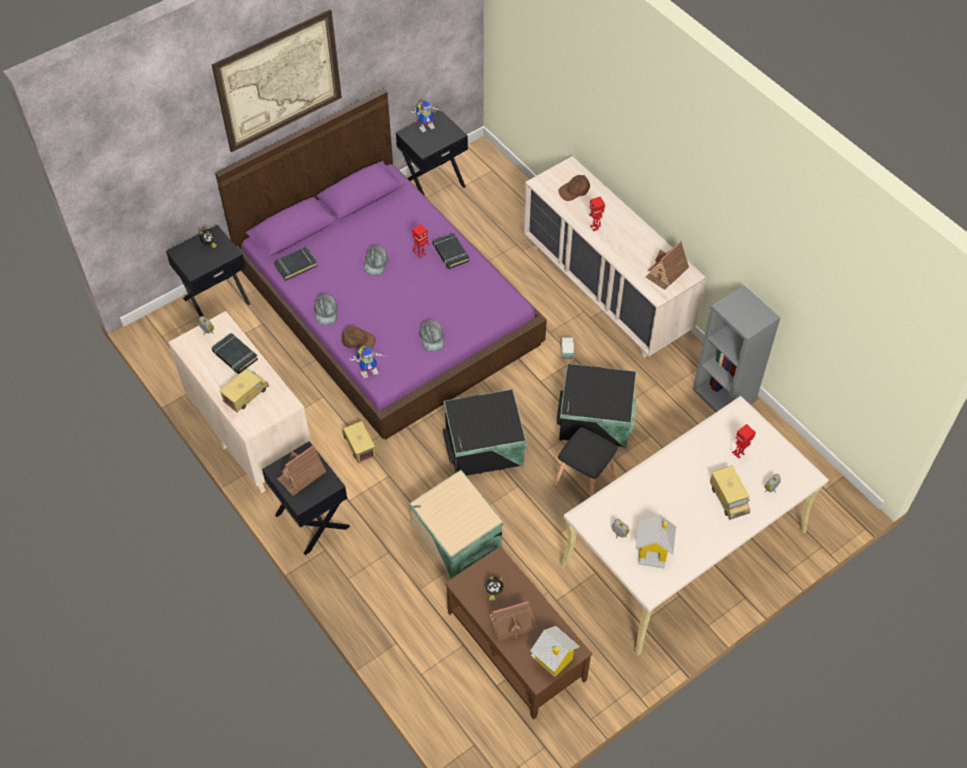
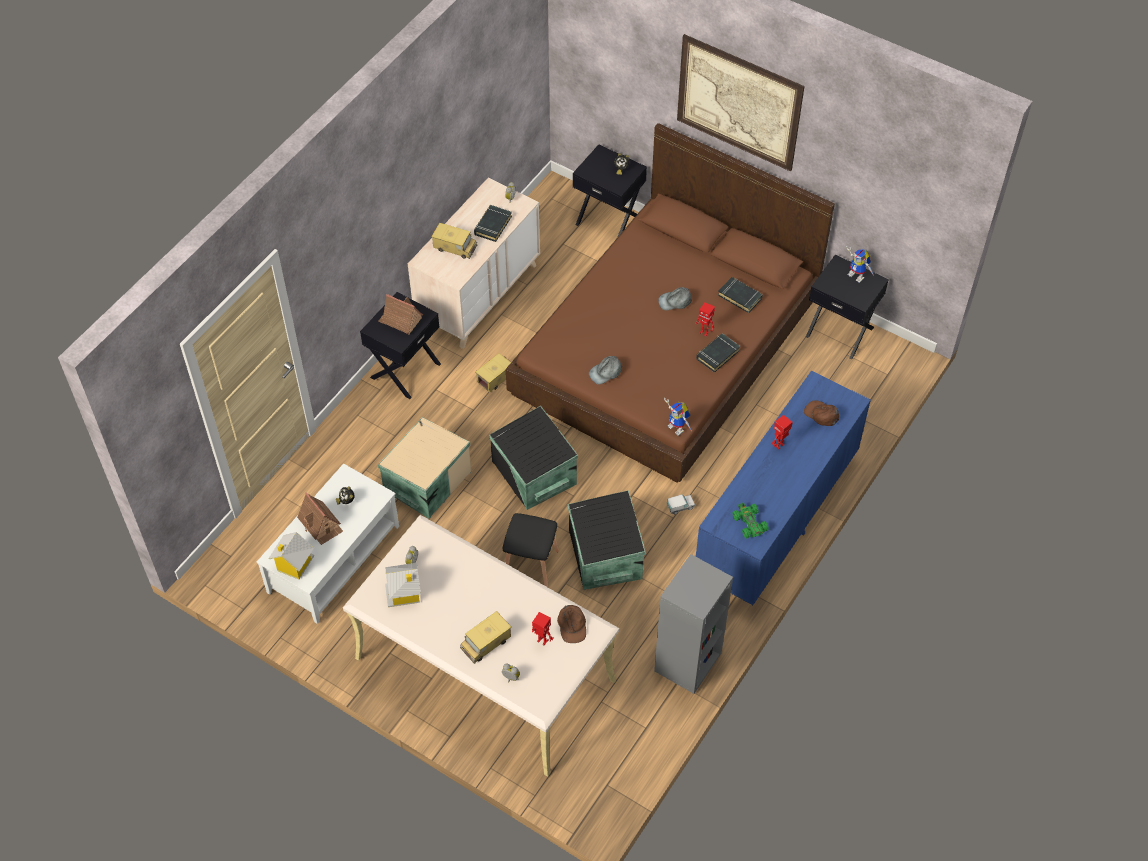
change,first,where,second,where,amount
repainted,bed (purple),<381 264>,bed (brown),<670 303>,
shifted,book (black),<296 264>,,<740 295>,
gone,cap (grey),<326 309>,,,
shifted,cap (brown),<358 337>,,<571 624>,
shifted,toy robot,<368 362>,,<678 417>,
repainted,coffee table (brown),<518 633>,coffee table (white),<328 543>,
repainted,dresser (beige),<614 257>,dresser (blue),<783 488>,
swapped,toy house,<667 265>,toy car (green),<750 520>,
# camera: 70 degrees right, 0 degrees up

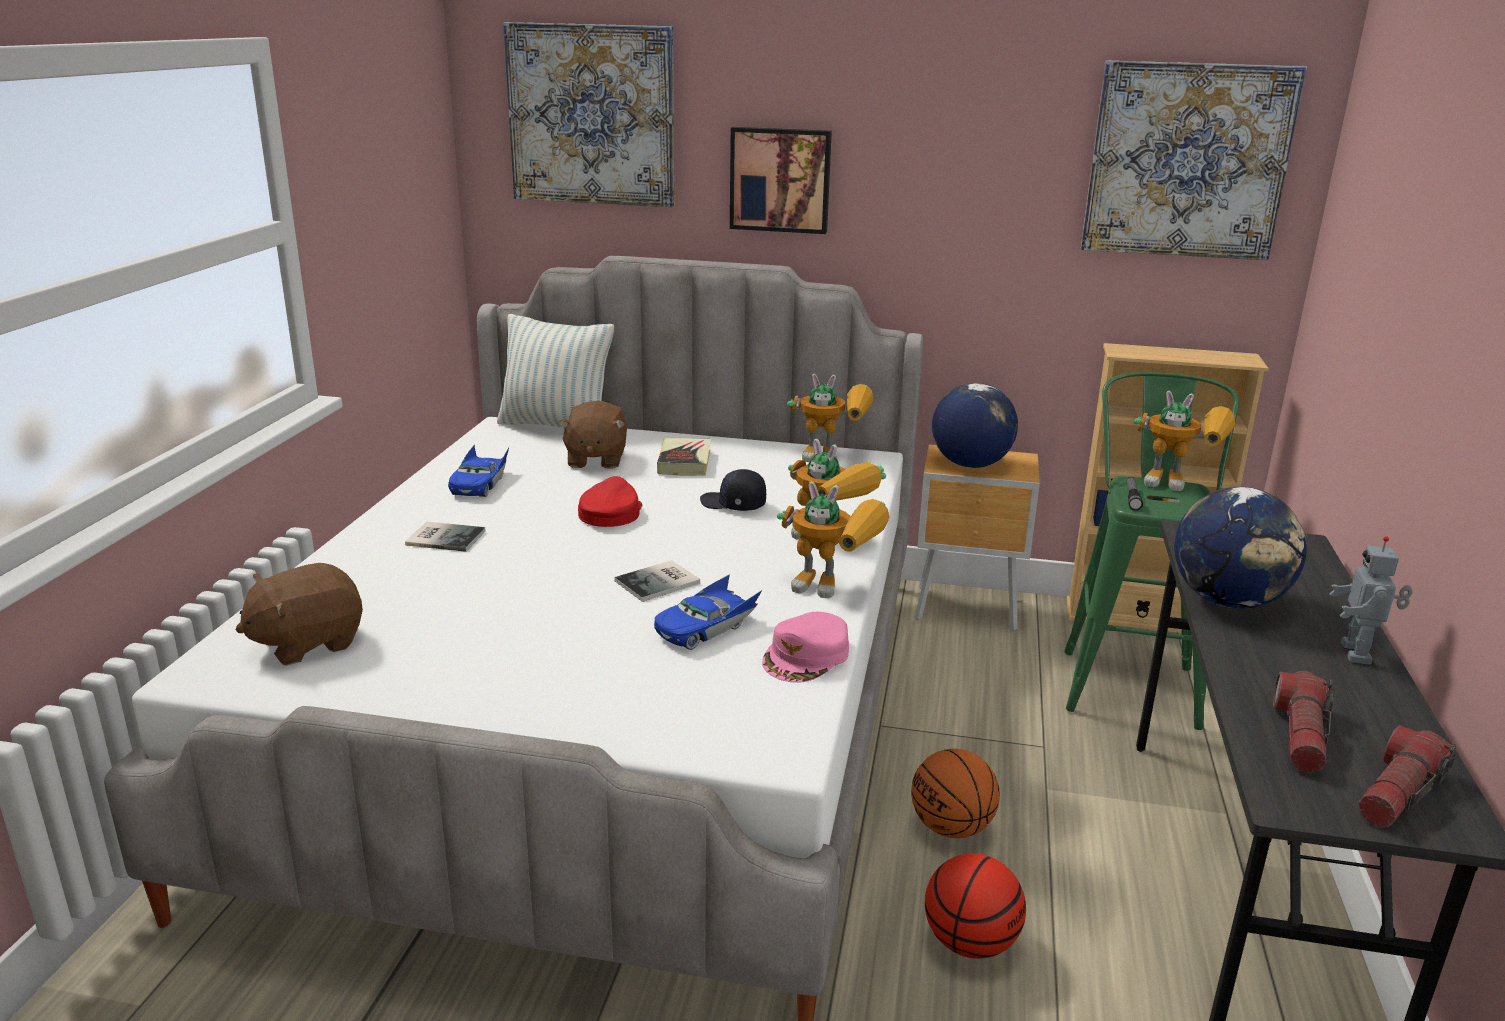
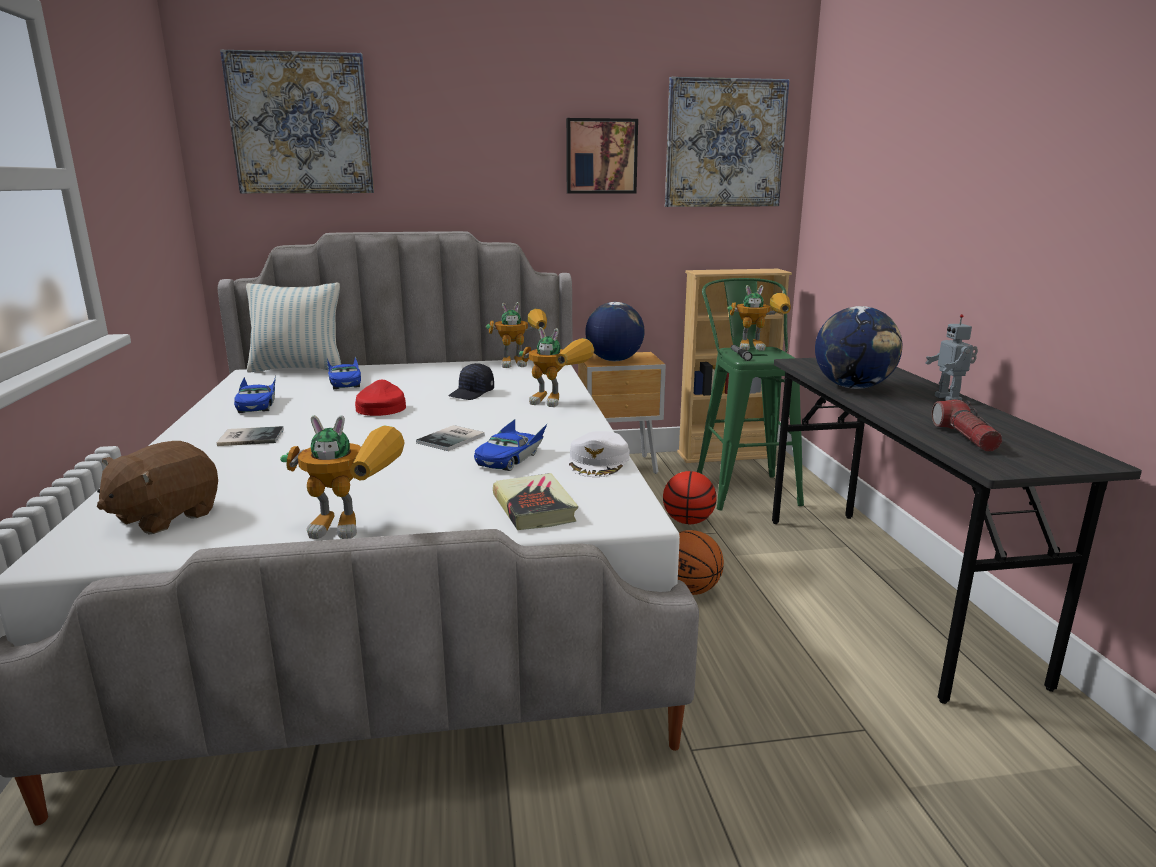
change,first,where,second,where,amount
swapped,plush toy (brown),<593 434>,toy car (blue),<344 373>,
shifted,book,<684 457>,,<535 501>,
rotated,cap (black),<733 490>,,<471 381>,60 degrees counterclockwise
shifted,picture,<781 180>,,<602 156>,
repainted,cap (pink),<805 647>,cap (white),<599 454>,
shifted,toy robot,<833 539>,,<342 477>,
shifted,basketball,<975 906>,,<690 497>,
gone,flashlight,<1407 776>,,,
# camera: 20 degrees left, 5 degrees down

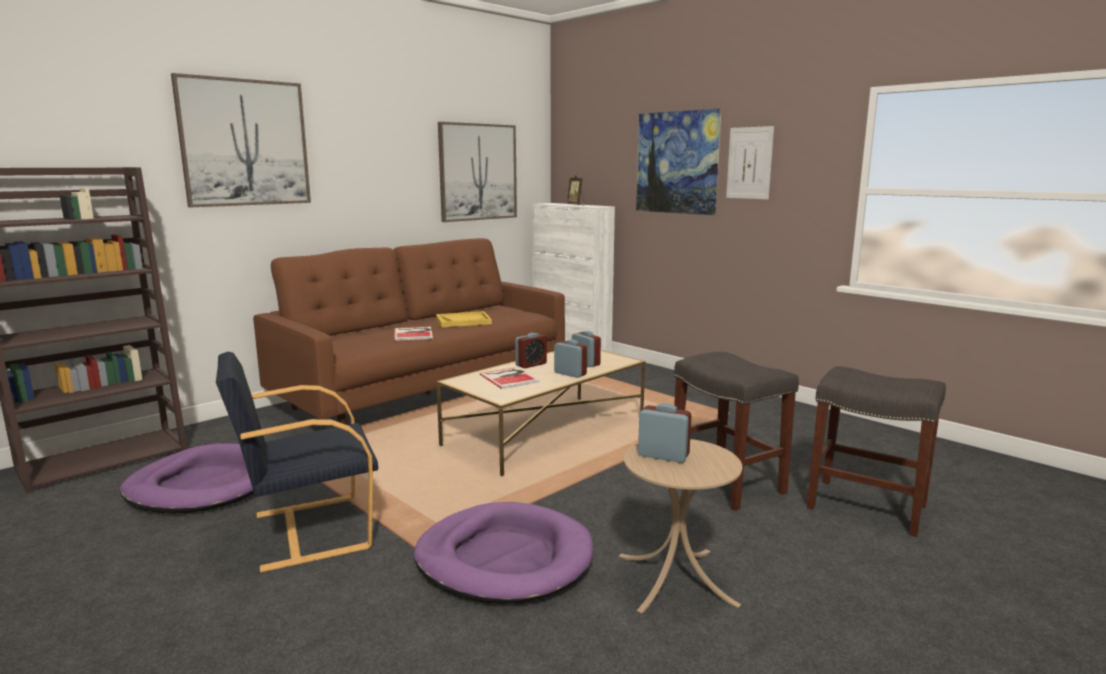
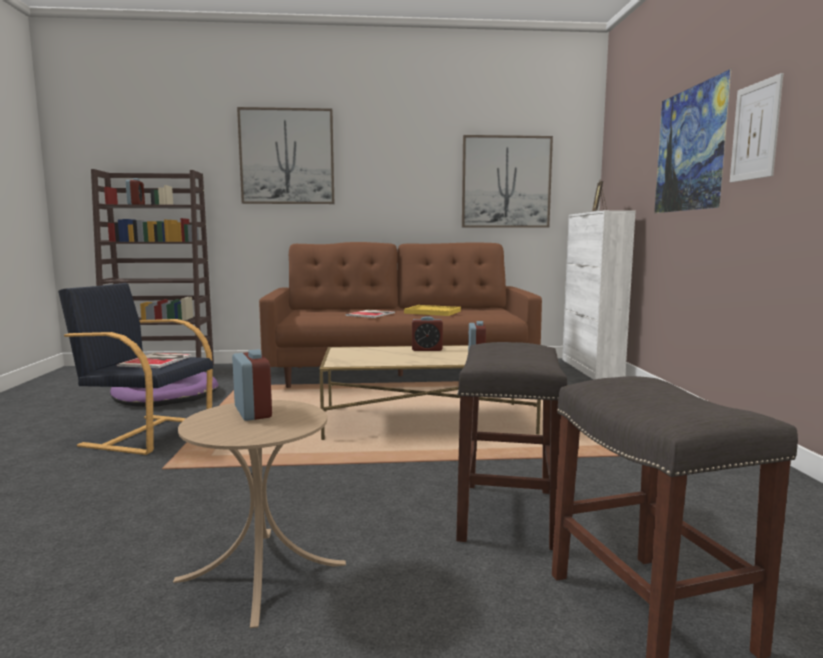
change,first,where,second,where,amount
gone,dog bed (purple),<504 553>,,,
shifted,book,<510 378>,,<154 360>,
shifted,alarm clock,<570 359>,,<135 191>,
# camera: 40 degrees right, 5 degrees down

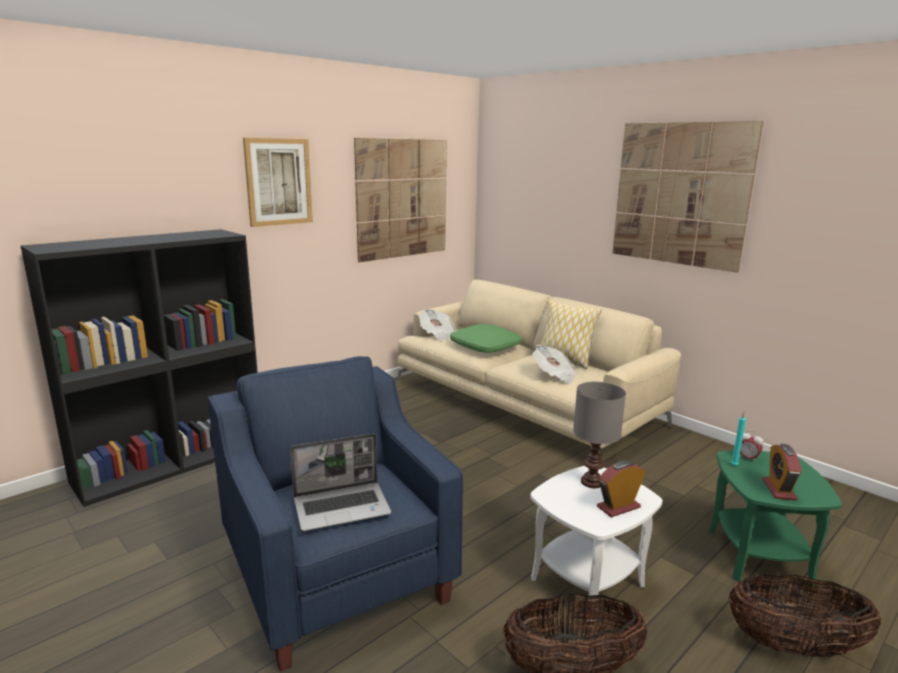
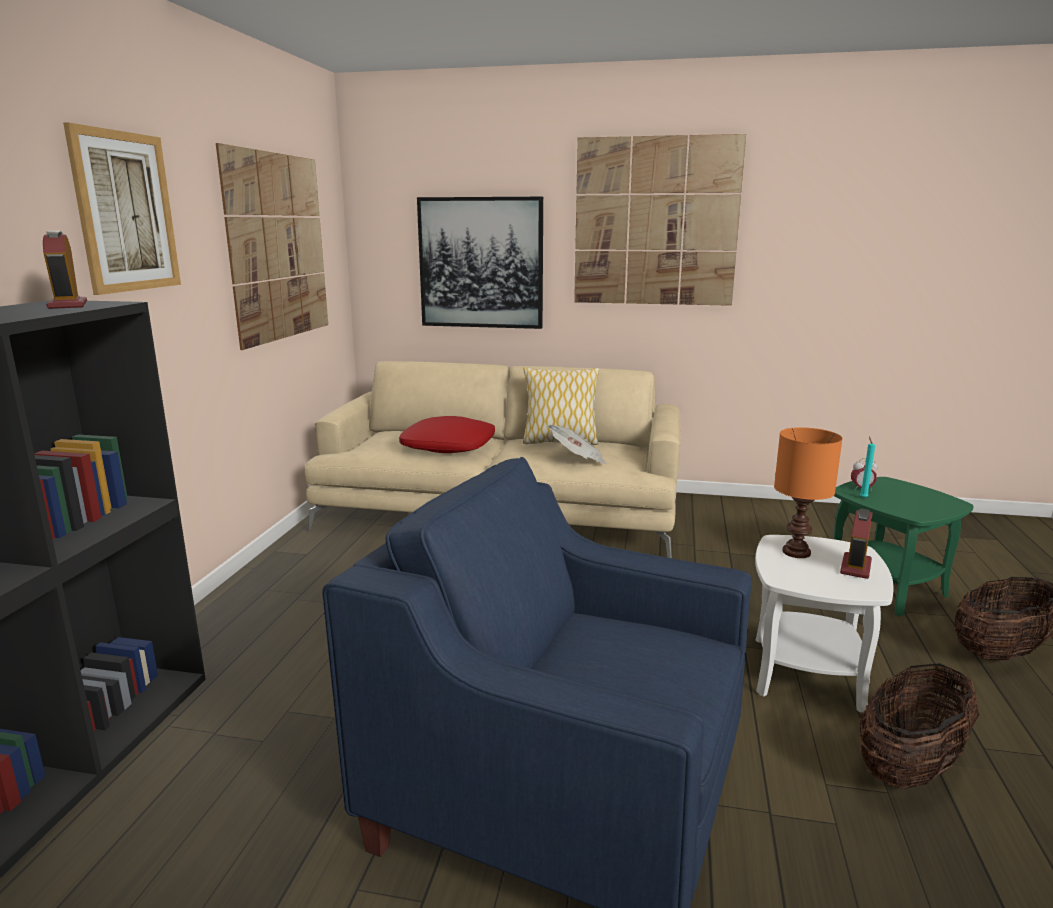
change,first,where,second,where,amount
gone,laptop,<340 482>,,,
gone,newspaper,<437 325>,,,
repainted,pillow (green),<486 338>,pillow (red),<447 434>,
repainted,table lamp (grey),<599 435>,table lamp (orange),<808 492>,
shifted,alarm clock,<781 472>,,<65 270>,
new,,,picture,<480 263>,
# camera: 35 degrees left, 0 degrees up

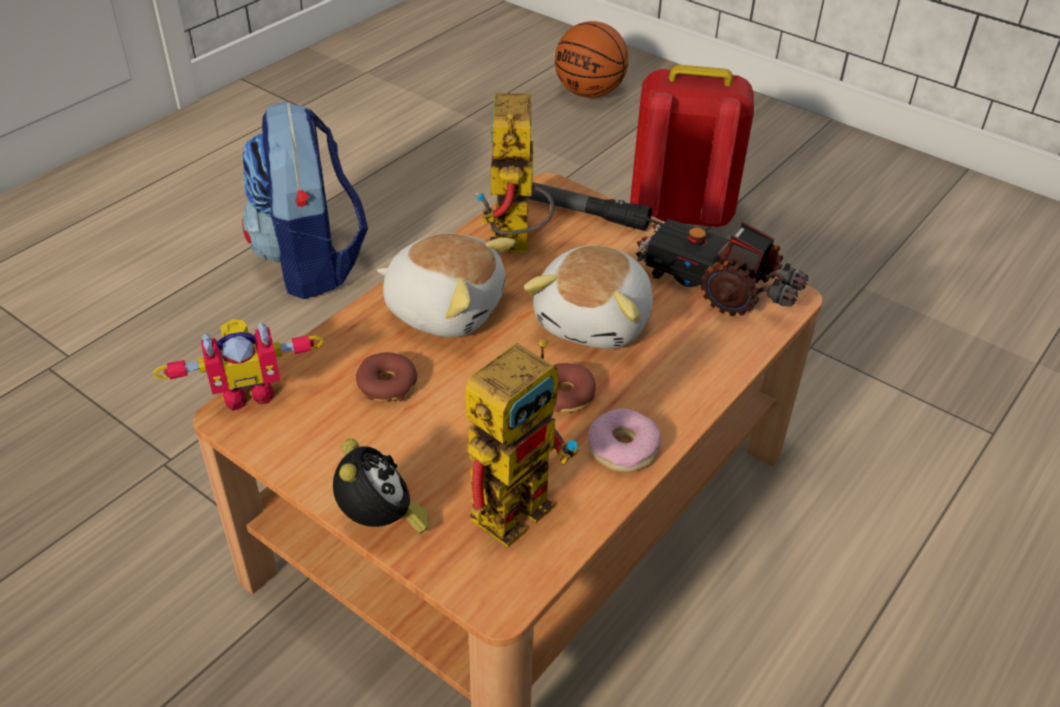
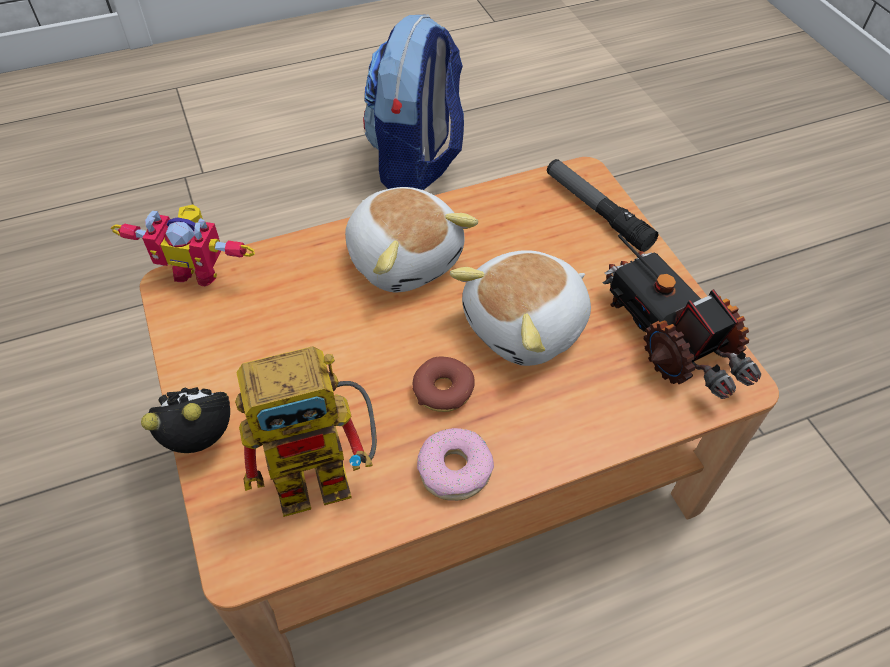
change,first,where,second,where,amount
rotated,alarm clock,<381 486>,,<185 420>,120 degrees counterclockwise
gone,donut,<386 377>,,,
gone,toy robot,<515 173>,,,
gone,basketball,<592 59>,,,
gone,backpack (red),<692 146>,,,
# camera: 30 degrees right, 10 degrees up

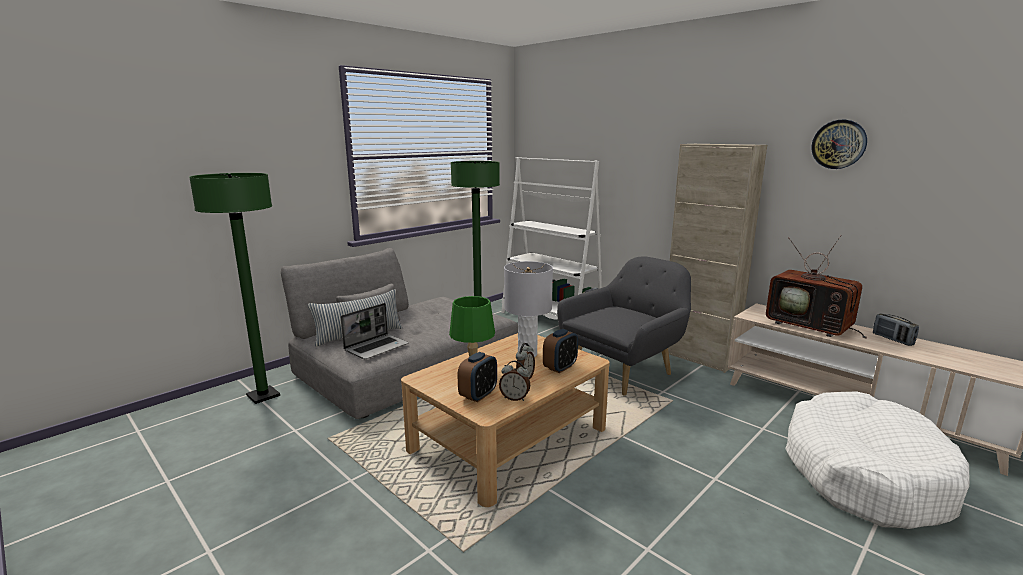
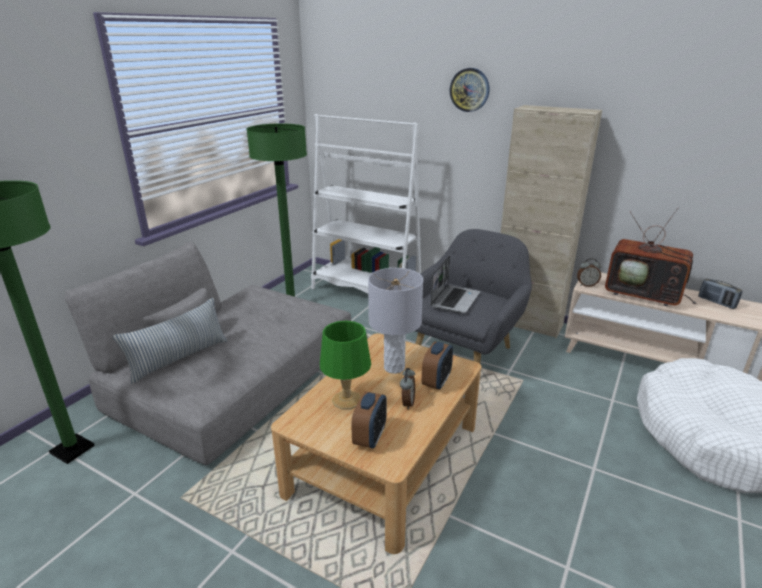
change,first,where,second,where,amount
shifted,laptop,<375 331>,,<455 284>,
shifted,alarm clock,<514 381>,,<589 272>,
shifted,wall clock,<839 144>,,<469 90>,
# camera: 15 degrees left, 10 degrees up

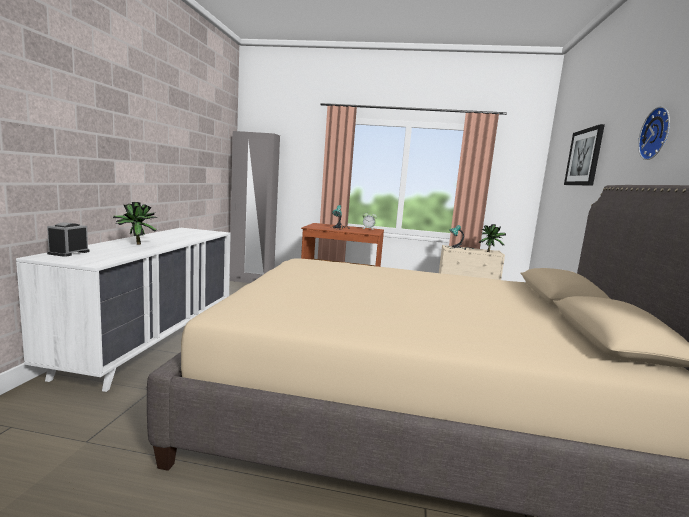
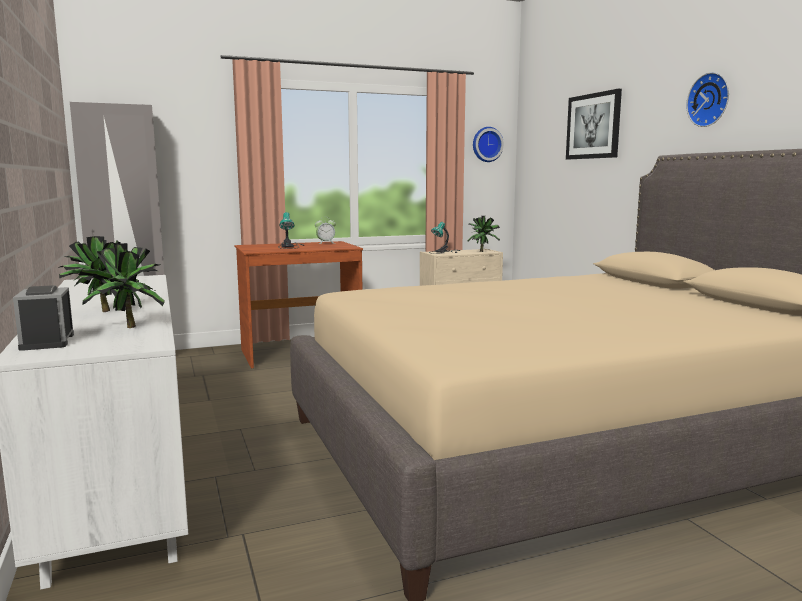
change,first,where,second,where,amount
new,,,potted plant,<122 285>,
new,,,wall clock,<488 144>,
# camera: 30 degrees left, 0 degrees up

